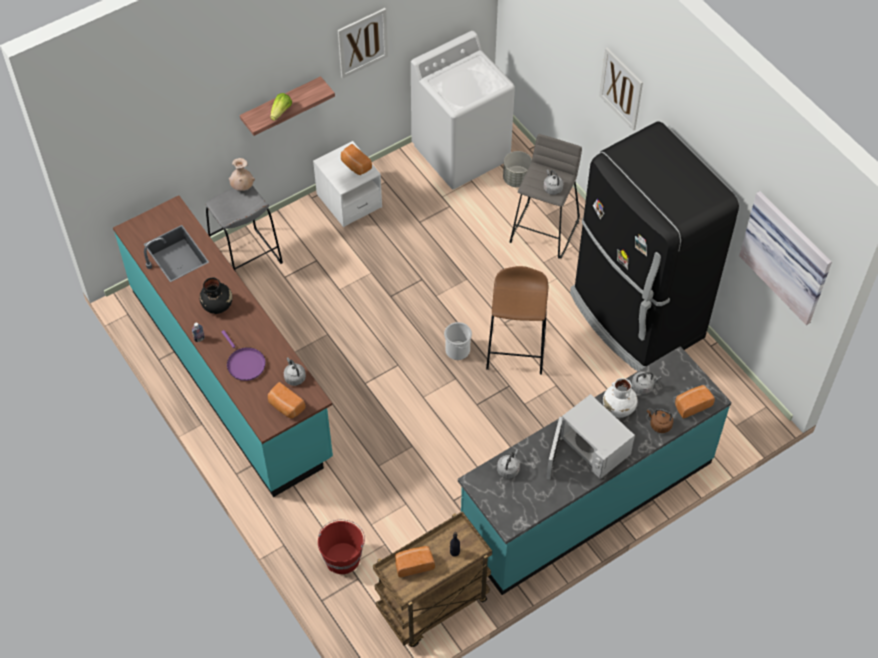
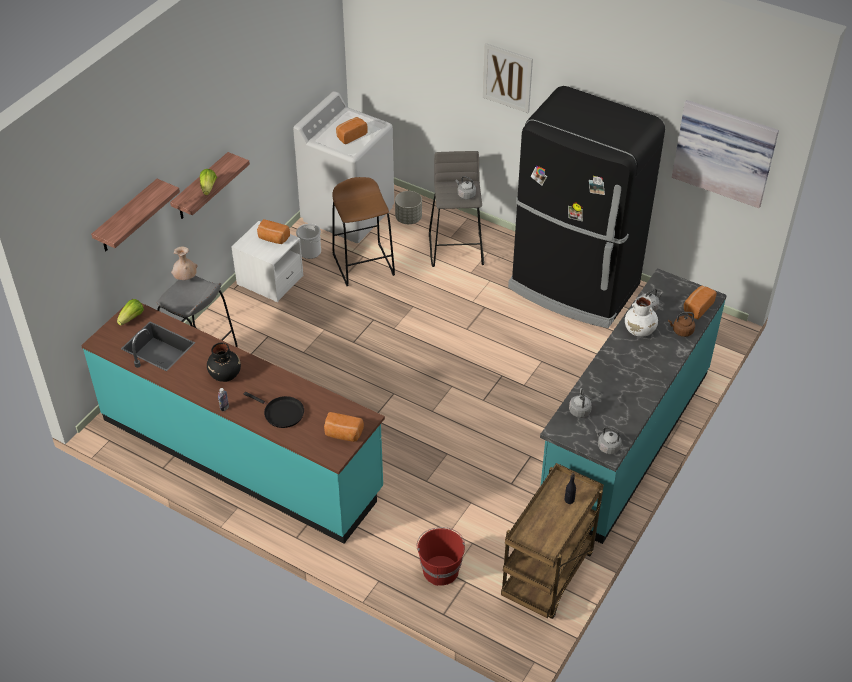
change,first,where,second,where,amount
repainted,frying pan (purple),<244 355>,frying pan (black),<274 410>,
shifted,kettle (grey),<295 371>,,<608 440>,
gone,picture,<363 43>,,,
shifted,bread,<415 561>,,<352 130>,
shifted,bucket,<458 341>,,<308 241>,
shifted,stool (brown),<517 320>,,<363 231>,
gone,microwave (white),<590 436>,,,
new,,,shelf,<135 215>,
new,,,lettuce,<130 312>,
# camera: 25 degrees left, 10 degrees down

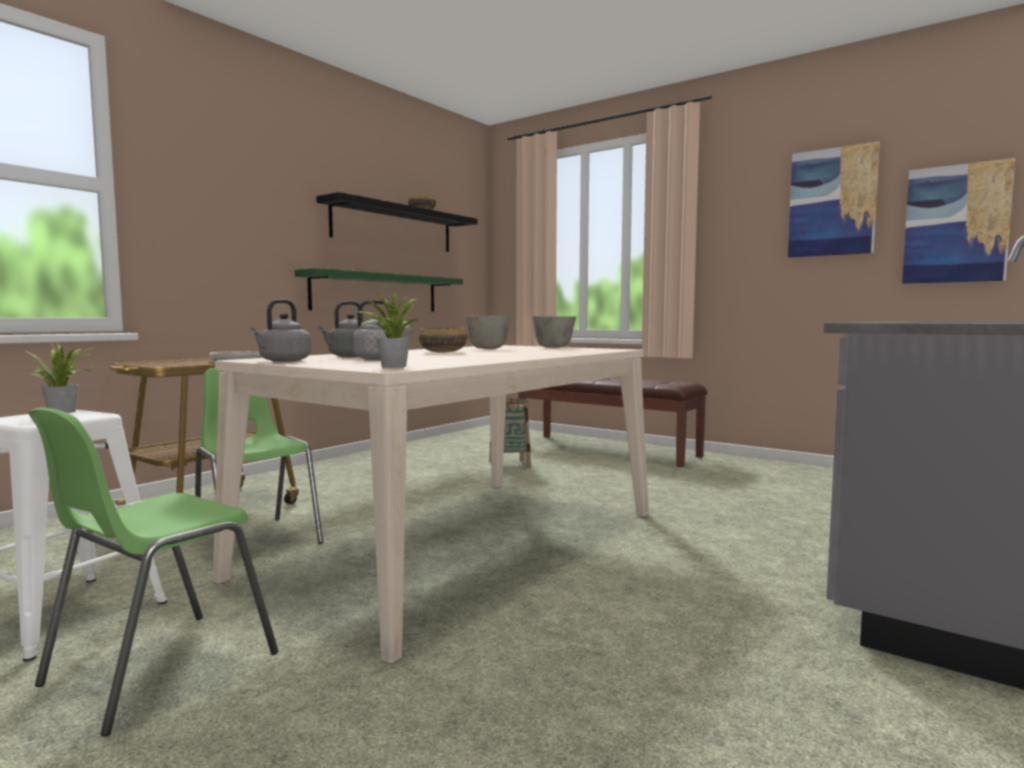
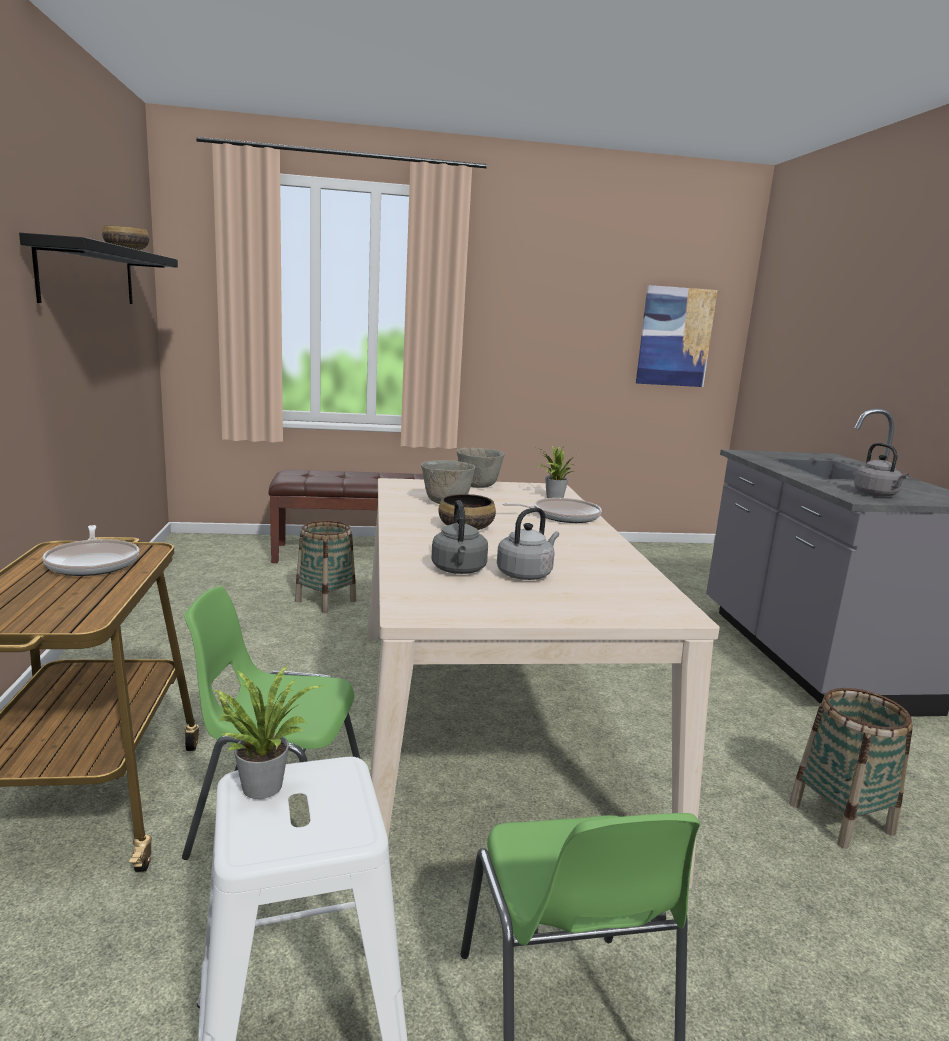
change,first,where,second,where,amount
shifted,kettle (grey),<280 330>,,<881 470>,
gone,shelf (green),<379 290>,,,
shifted,potted plant,<387 329>,,<557 472>,
gone,picture,<834 199>,,,
new,,,frying pan,<552 510>,
new,,,basket,<851 768>,
# camera: 45 degrees left, 10 degrees up

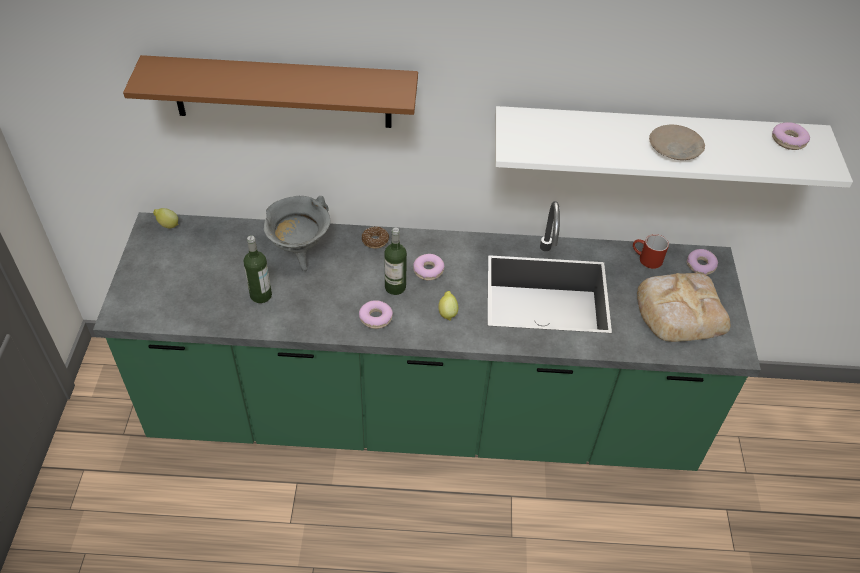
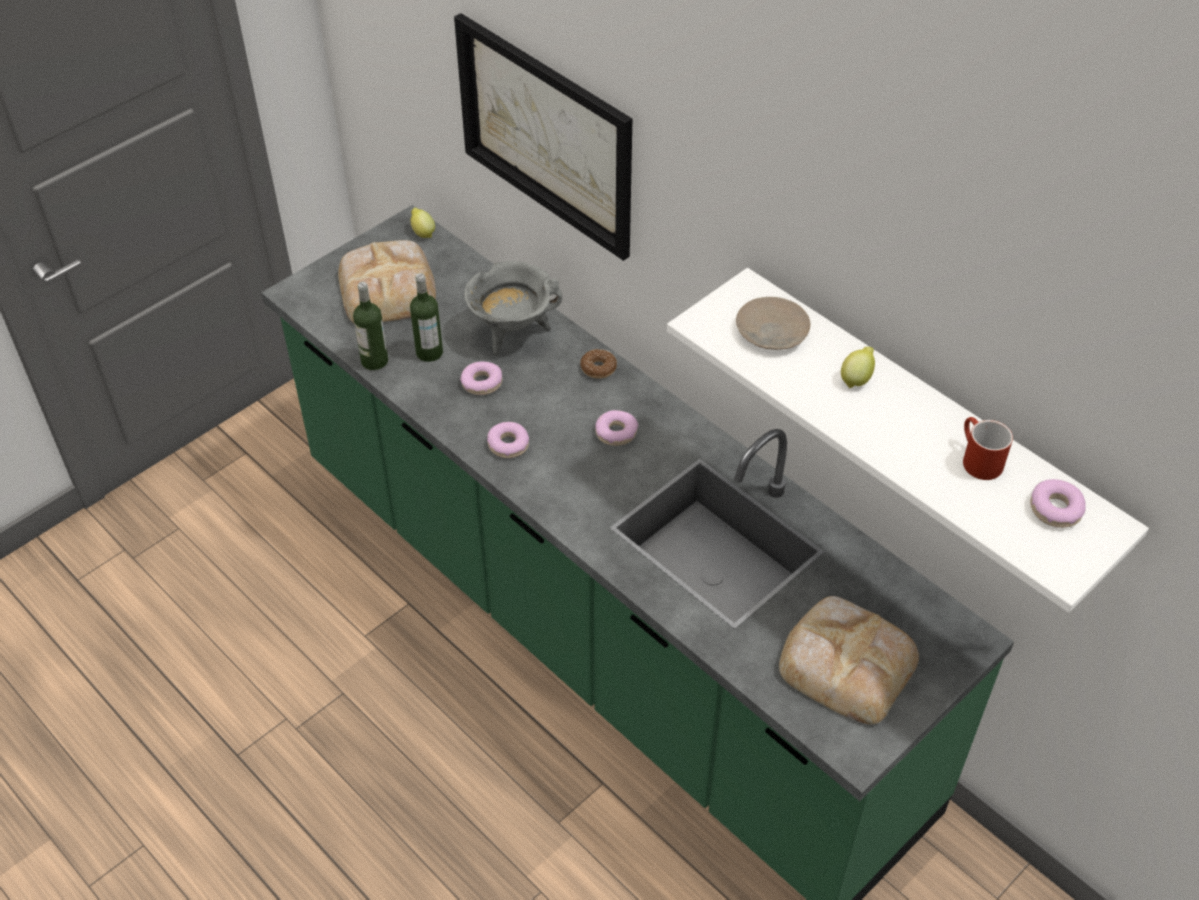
change,first,where,second,where,amount
swapped,shelf (brown),<270 91>,picture,<543 137>,
shifted,bottle,<395 261>,,<370 326>,
shifted,lemon,<448 306>,,<858 367>,
shifted,mug (red),<651 251>,,<988 448>,
shifted,plate (beige),<677 142>,,<773 323>,
shifted,donut,<702 262>,,<481 378>,
new,,,bread,<387 281>,
# camera: 45 degrees right, 0 degrees up

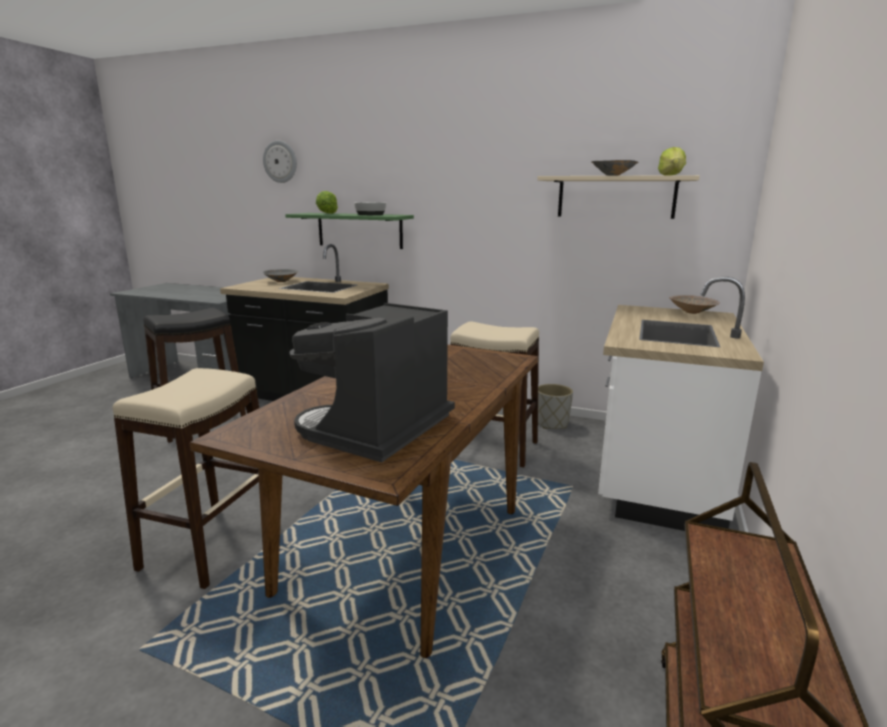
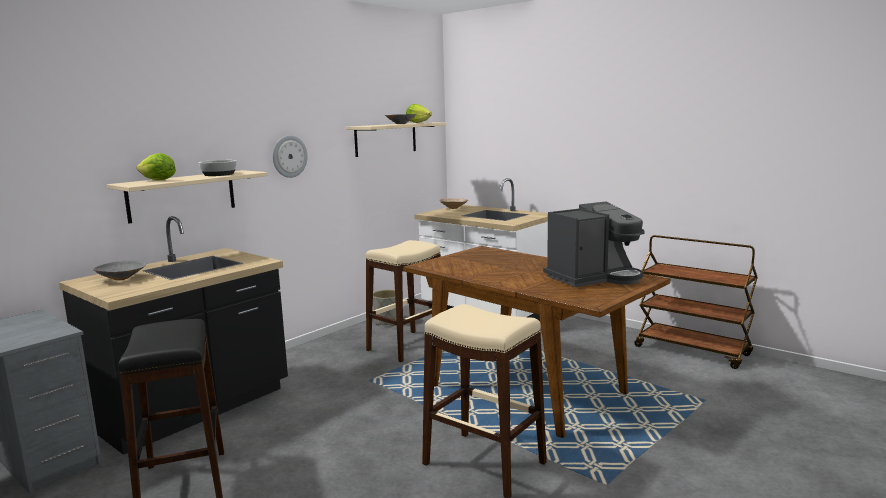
change,first,where,second,where,amount
shifted,wall clock,<280 161>,,<290 156>,
repainted,shelf (green),<349 231>,shelf (beige),<187 197>,
rotated,coffee machine,<372 383>,,<593 244>,75 degrees counterclockwise
# camera: 70 degrees left, 5 degrees down

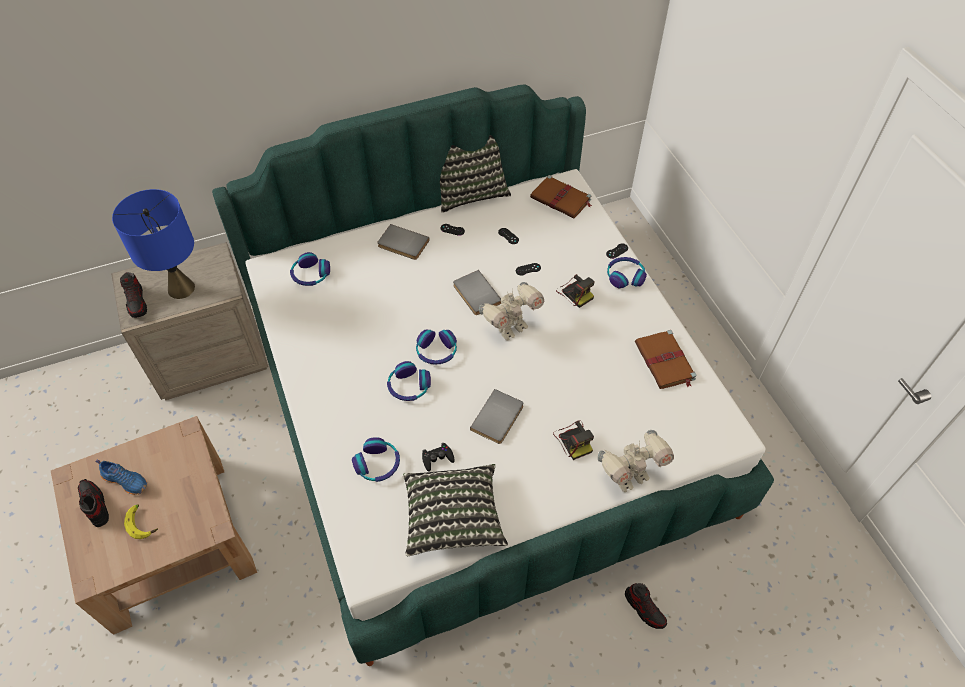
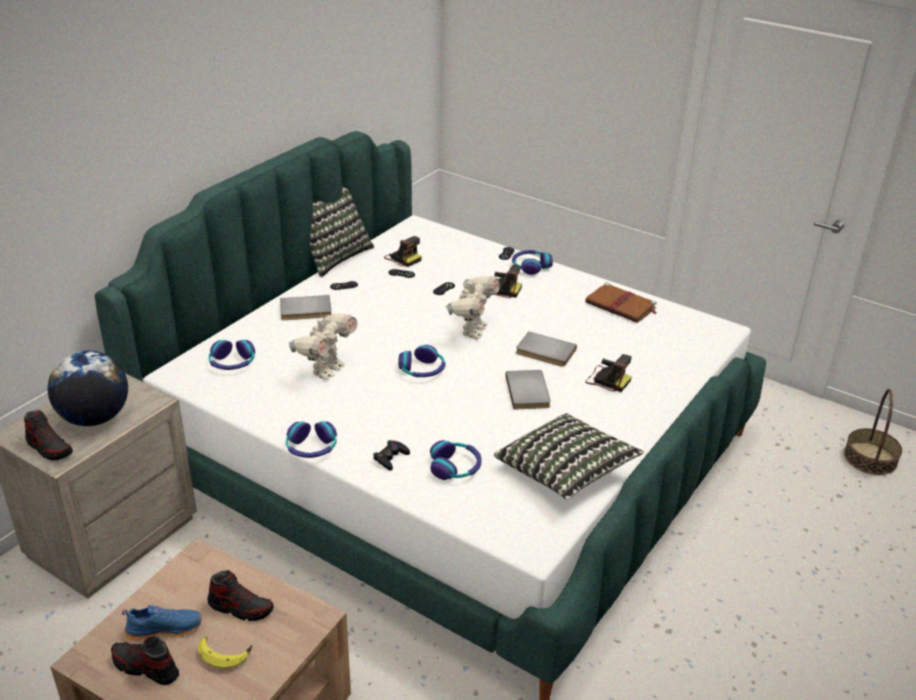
change,first,where,second,where,amount
swapped,table lamp (blue),<153 244>,globe,<88 388>,
shifted,headphones,<409 381>,,<311 439>,
shifted,game controller (black),<438 457>,,<391 455>,
shifted,book (grey),<477 292>,,<546 349>,
gone,book (brown),<561 196>,,,
shifted,toy robot,<636 461>,,<323 346>,
shifted,shoe,<646 606>,,<240 595>,
new,,,photo camera,<403 251>,
new,,,basket,<873 432>,
# camera: 35 degrees left, 20 degrees down

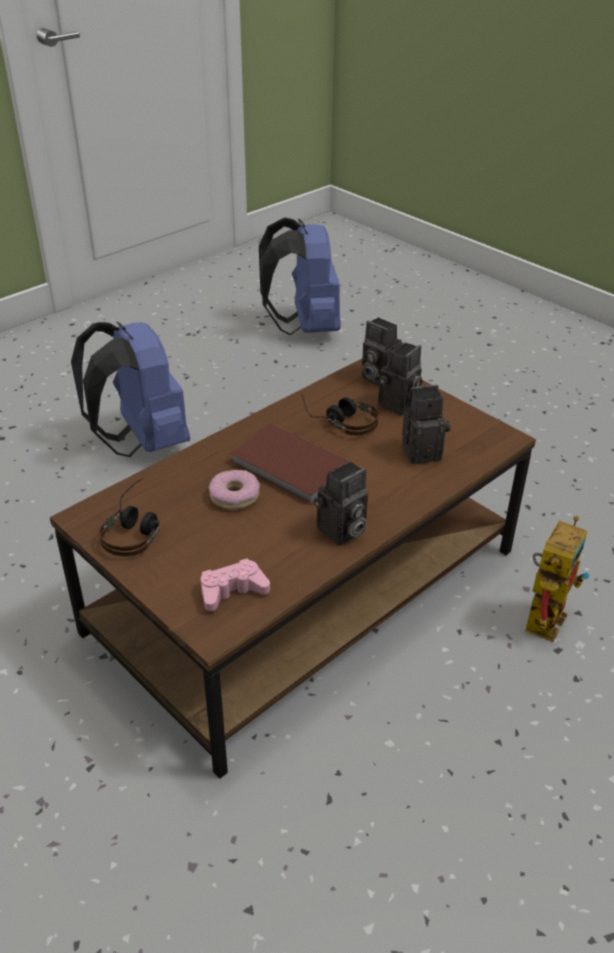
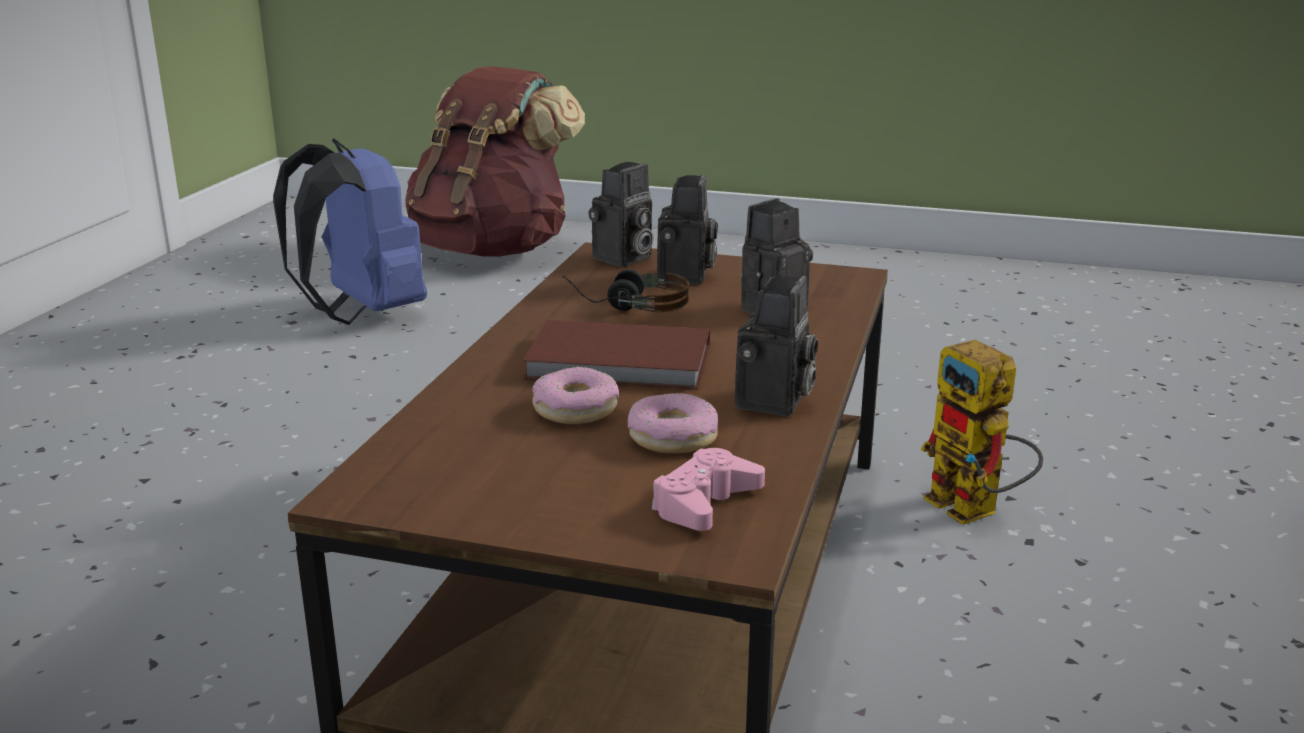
change,first,where,second,where,amount
gone,backpack (blue),<130 389>,,,
gone,headphones,<129 517>,,,
rotated,photo camera,<382 351>,,<620 214>,60 degrees counterclockwise
rotated,toy robot,<557 579>,,<982 432>,150 degrees clockwise
new,,,backpack (brown),<495 161>,
new,,,donut,<673 423>,
# camera: 30 degrees left, 15 degrees down

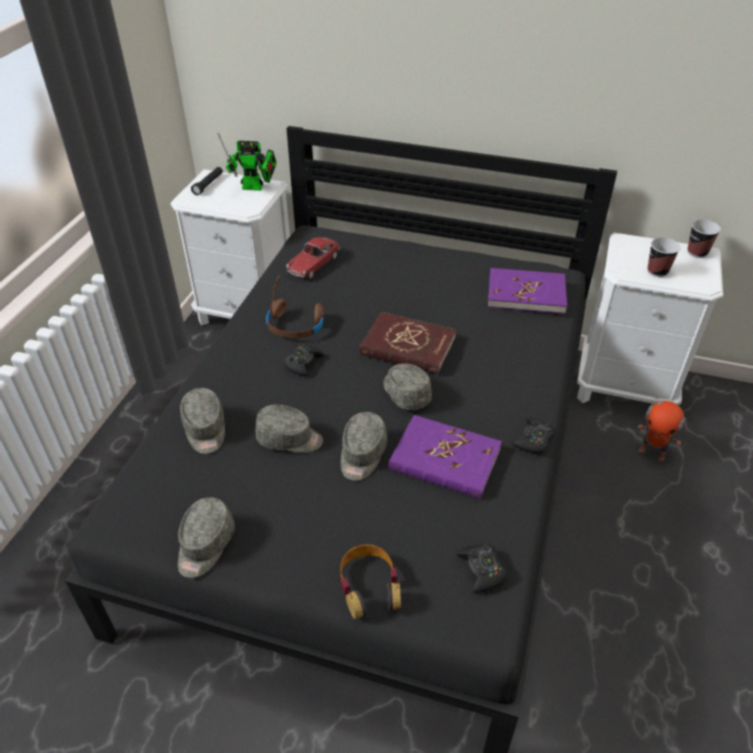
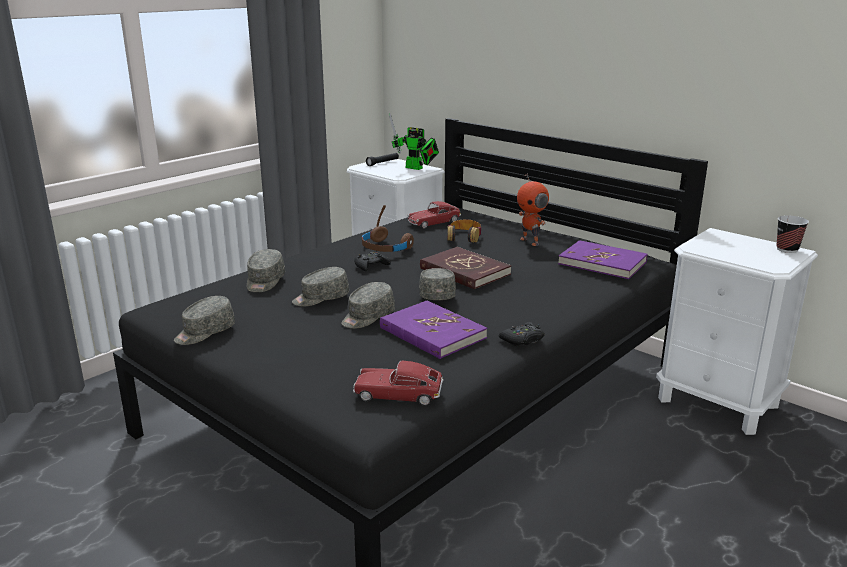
change,first,where,second,where,amount
rotated,cap (grey),<289 429>,,<320 287>,120 degrees clockwise
shifted,headphones,<370 582>,,<464 230>,
swapped,game controller (black),<482 568>,toy car,<398 383>,
shifted,toy robot,<662 426>,,<533 209>,
gone,cup,<664 257>,,,
# camera: 25 degrees right, 20 degrees down

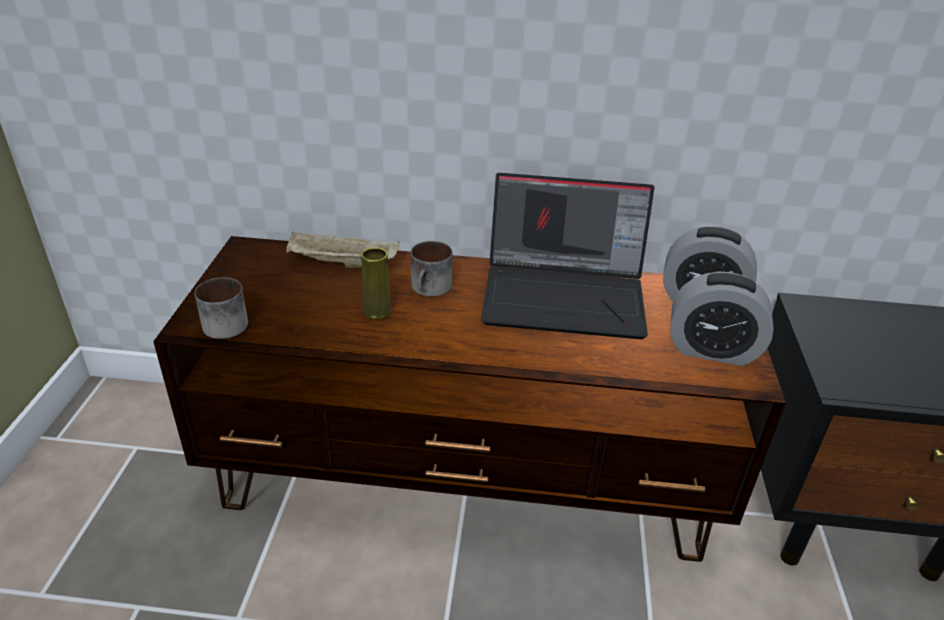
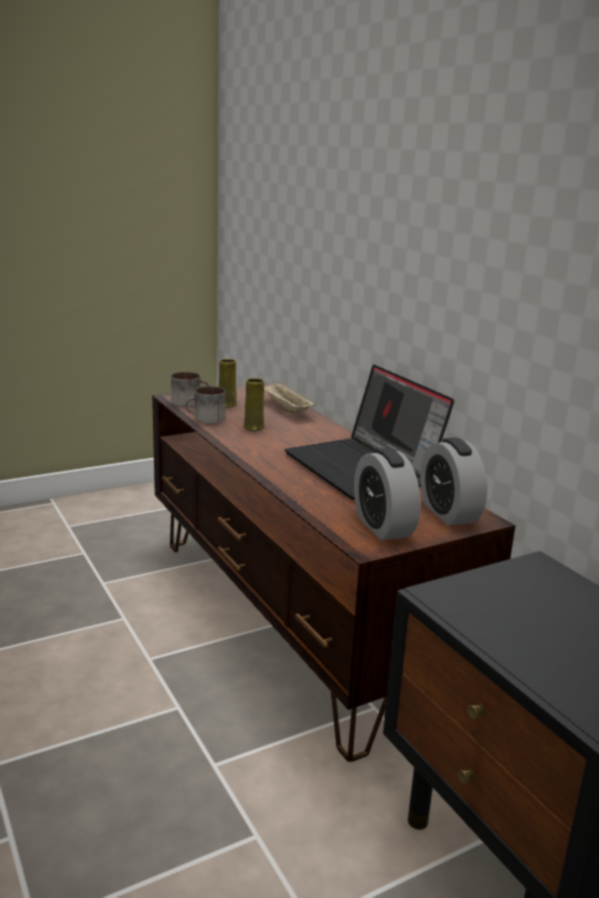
change,first,where,second,where,amount
shifted,mug,<432 269>,,<205 405>,
new,,,vase (yellow),<228 383>,
# camera: 55 degrees right, 15 degrees down

